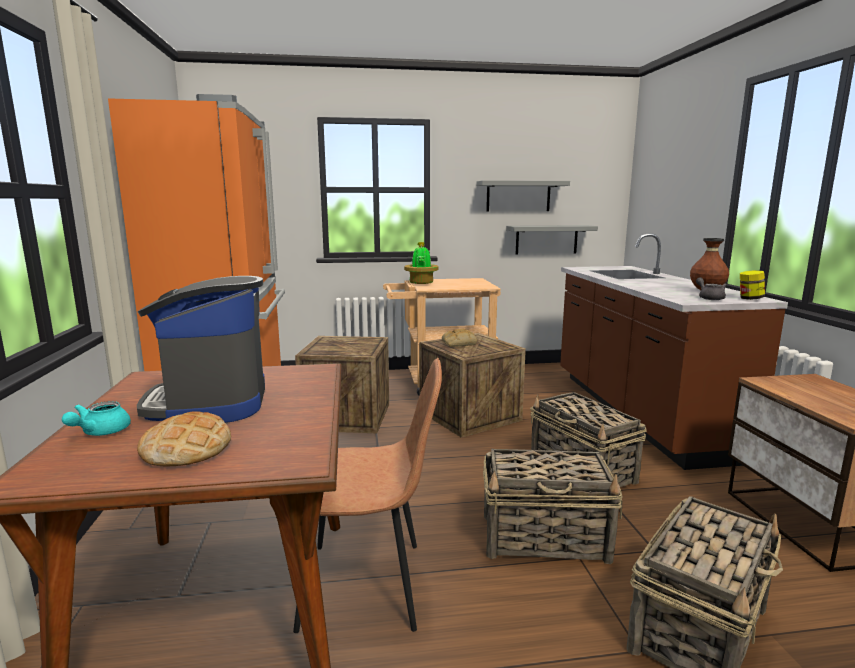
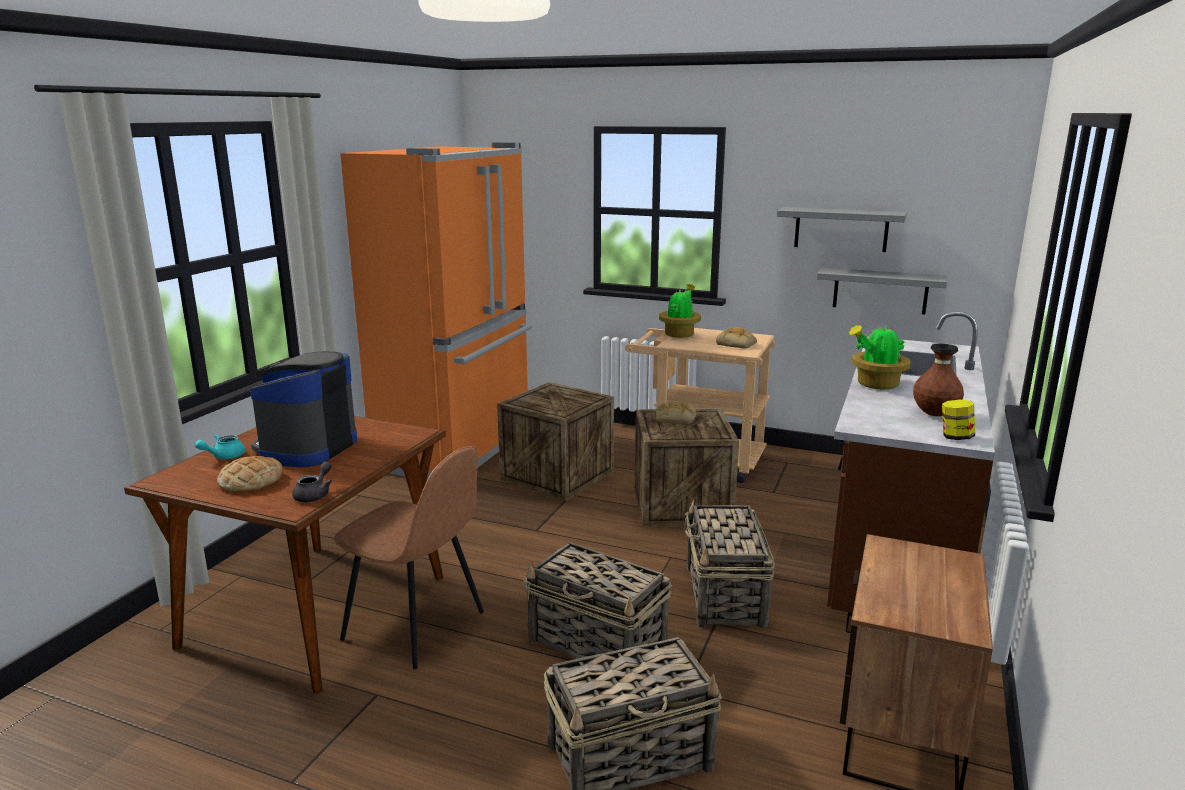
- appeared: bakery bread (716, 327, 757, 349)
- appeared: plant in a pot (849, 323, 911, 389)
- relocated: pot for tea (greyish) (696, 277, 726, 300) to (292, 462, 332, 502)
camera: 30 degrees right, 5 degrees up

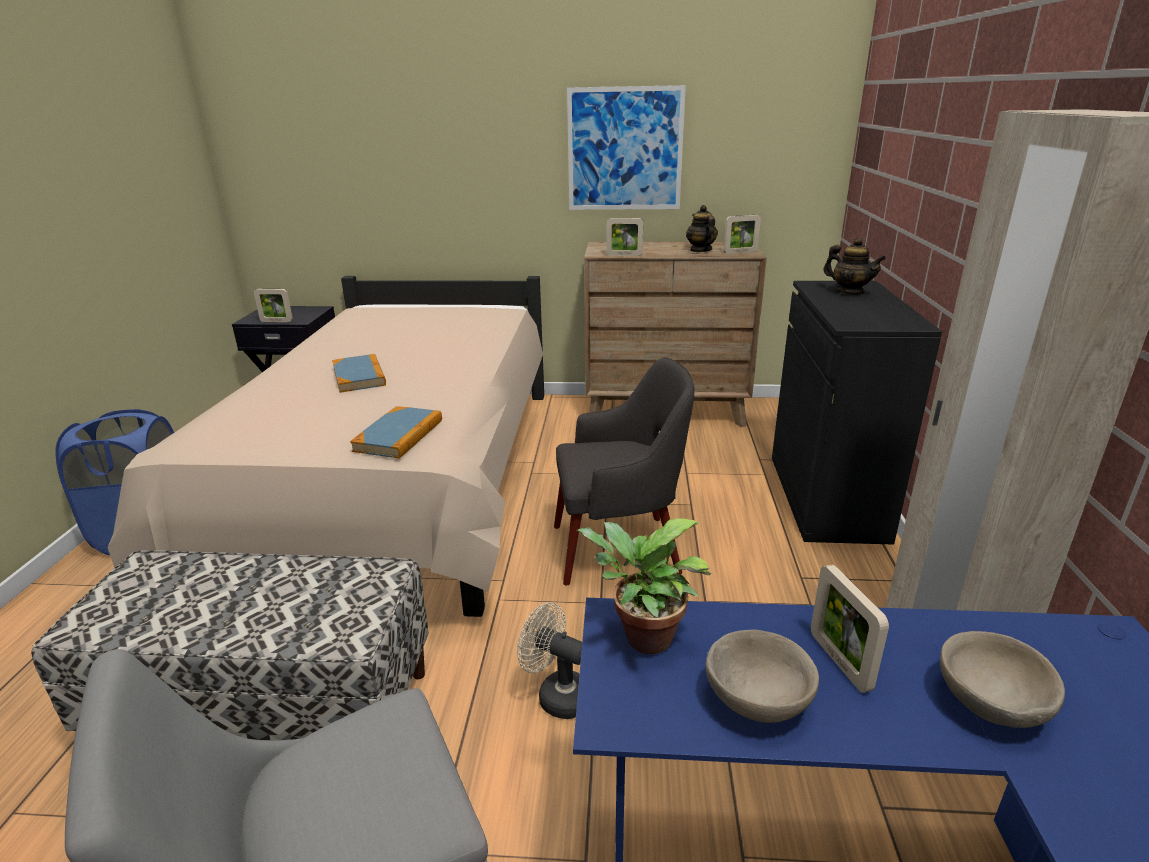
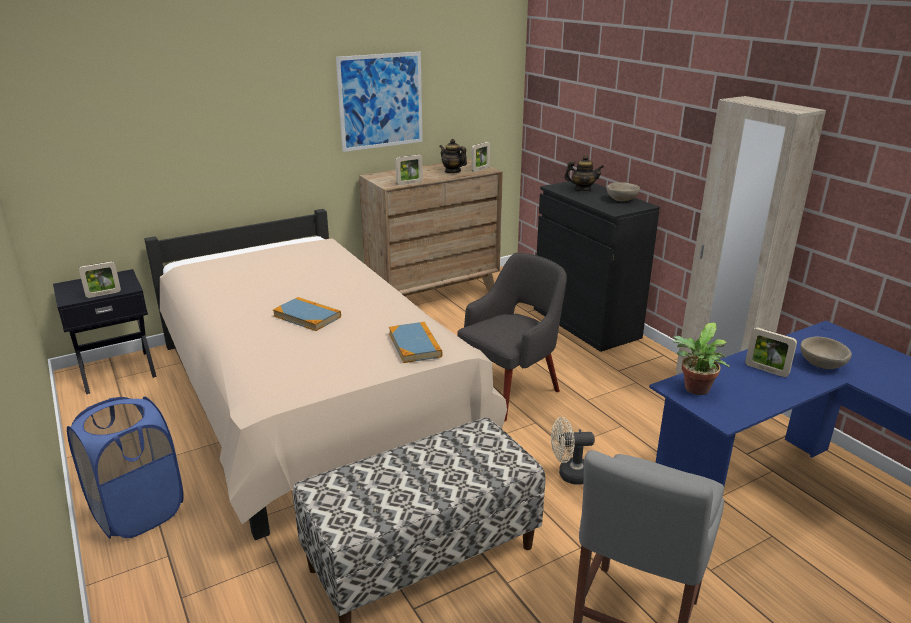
- relocated: bowl (sand-coloured) (705, 630, 819, 723) to (606, 182, 640, 201)
camera: 35 degrees left, 0 degrees up

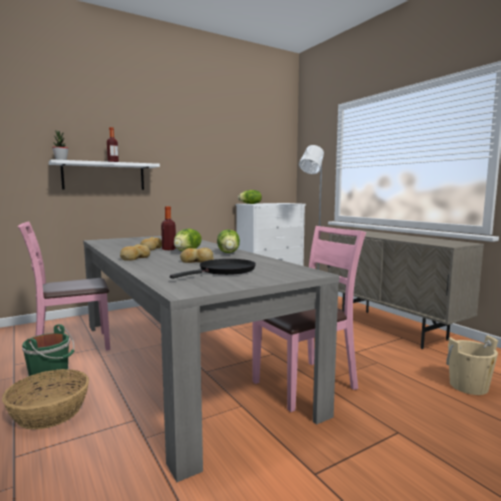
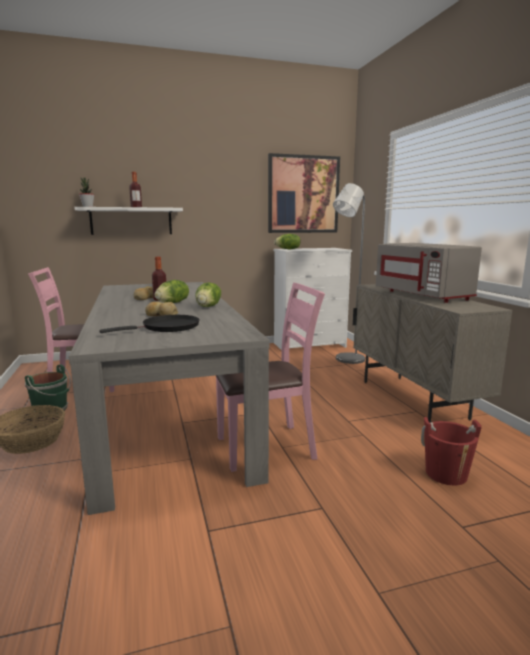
- missing: bakery bread (120, 244, 150, 261)
- appeared: wall picture (268, 153, 340, 233)
- appeared: microwave (greyish) (376, 243, 482, 303)
- colour: bucket (sand-coloured) (446, 335, 498, 395) to bucket (reddish) (421, 417, 482, 486)
camera: 15 degrees right, 5 degrees up

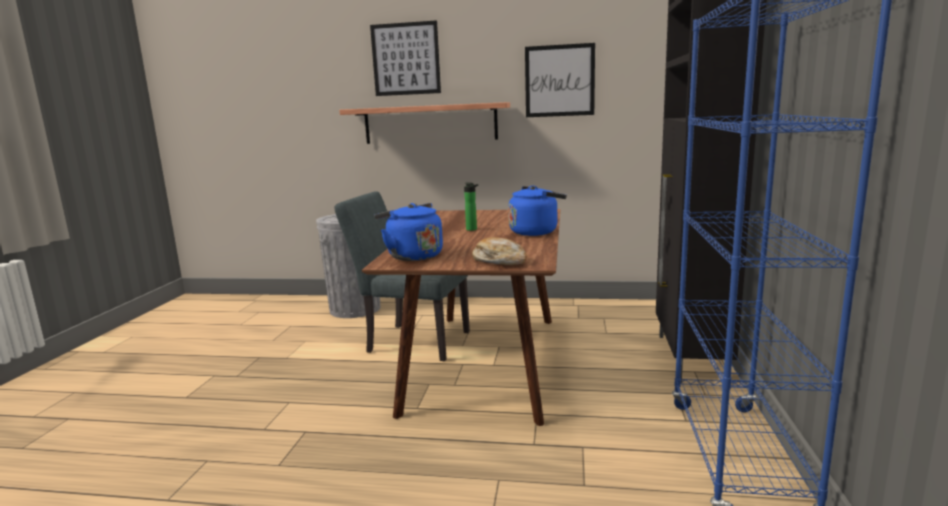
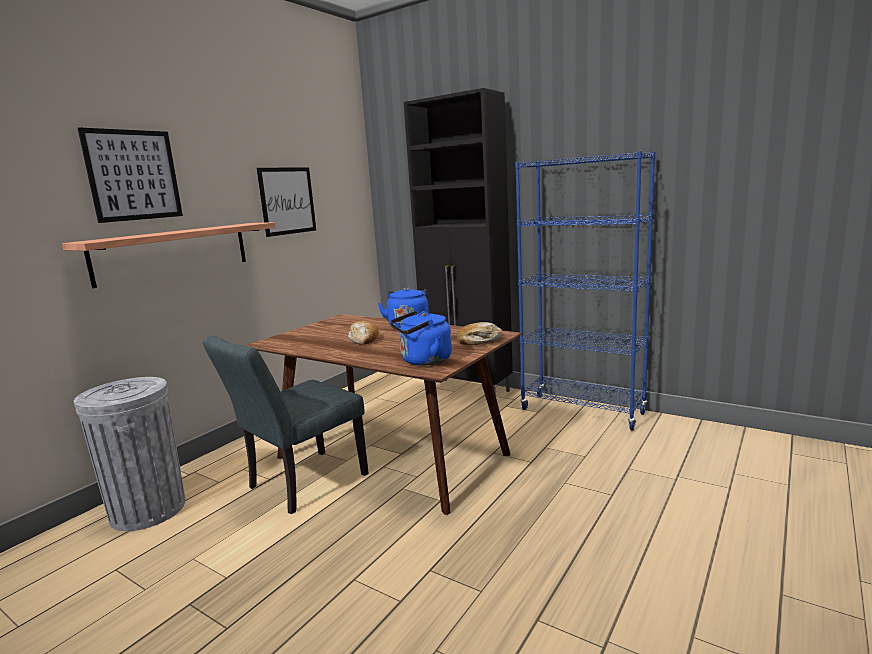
- exchanged: beverage bottle (464, 182, 478, 231) to bakery bread (348, 321, 378, 345)
camera: 65 degrees left, 0 degrees up

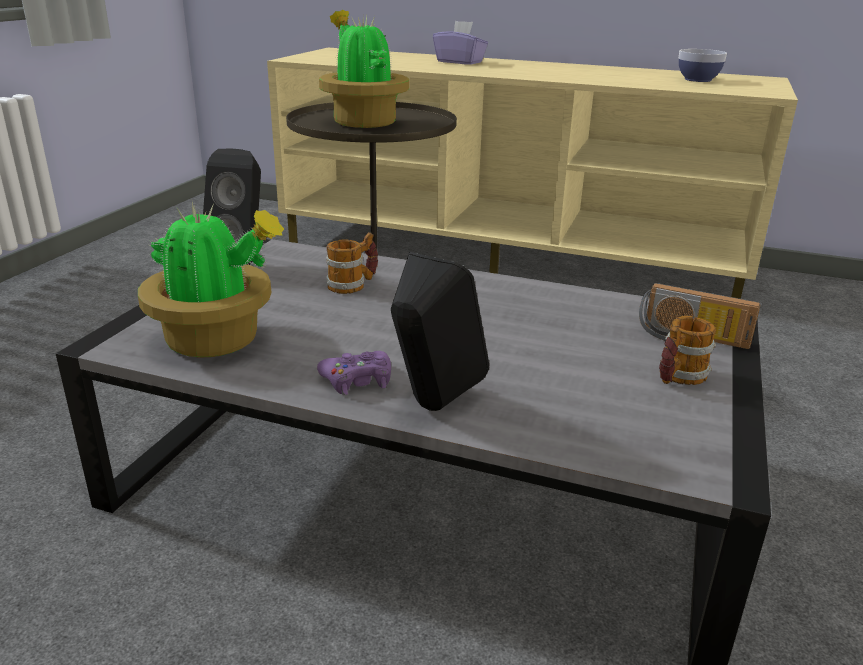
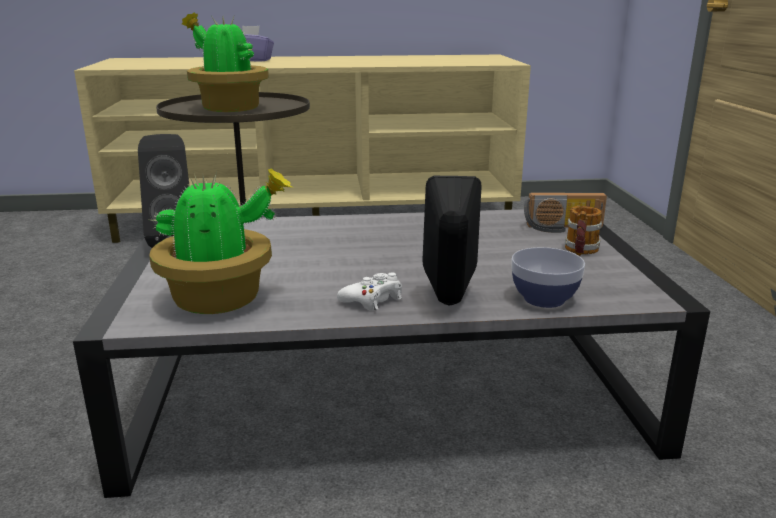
- missing: tea mug (326, 232, 378, 294)
- relocated: bowl (679, 49, 727, 82) to (511, 247, 585, 308)
- colour: joypad (purple-coloured) (317, 351, 391, 395) to joypad (white-coloured) (337, 272, 402, 311)
camera: 25 degrees left, 5 degrees down

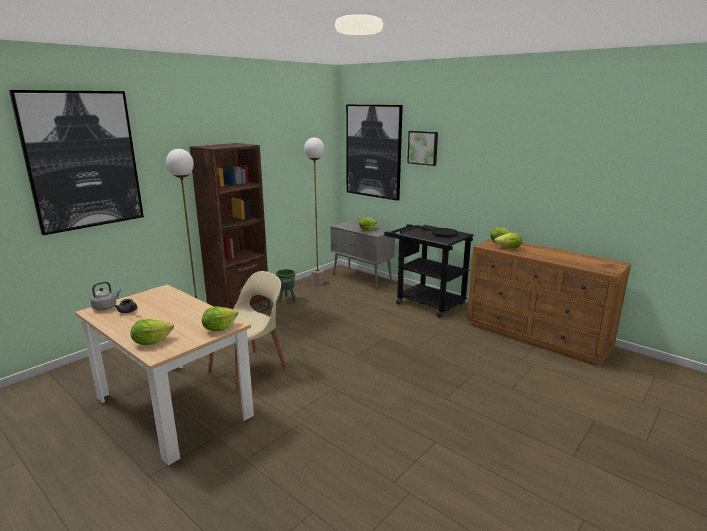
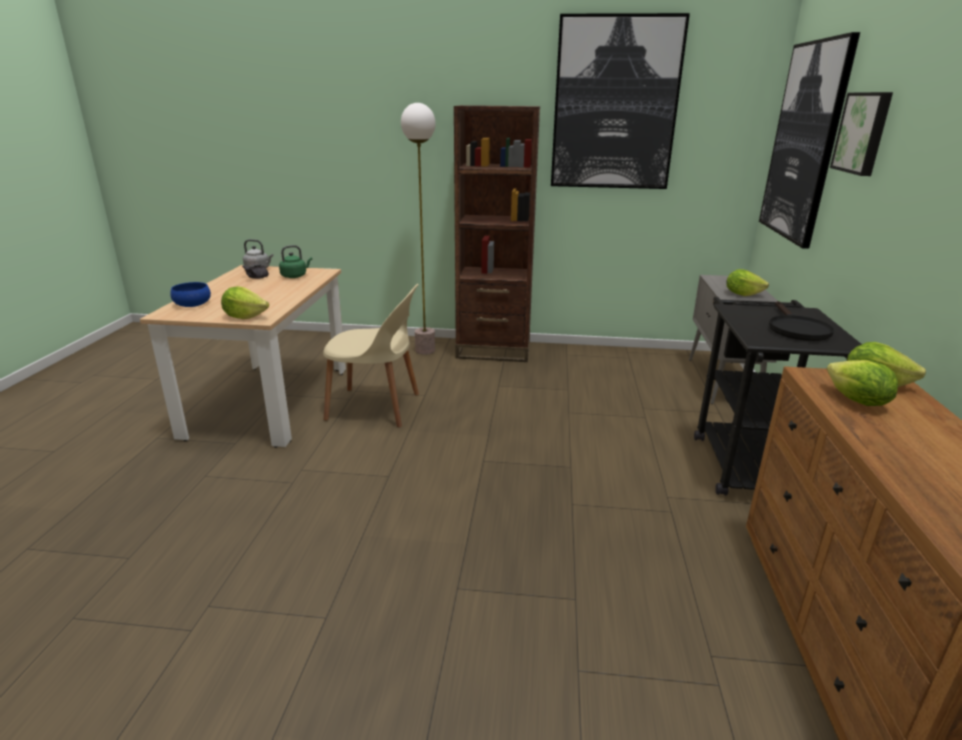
- missing: plant pot (greenish) (276, 269, 296, 302)
- missing: standing lamp (304, 137, 324, 285)
- appeared: tea kettle (greenish) (279, 245, 312, 278)
- relocated: wall picture (9, 90, 144, 235) to (551, 13, 690, 189)
- exchanged: lettuce head (131, 318, 174, 345) to bowl (blue) (170, 282, 211, 307)
camera: 55 degrees right, 5 degrees up

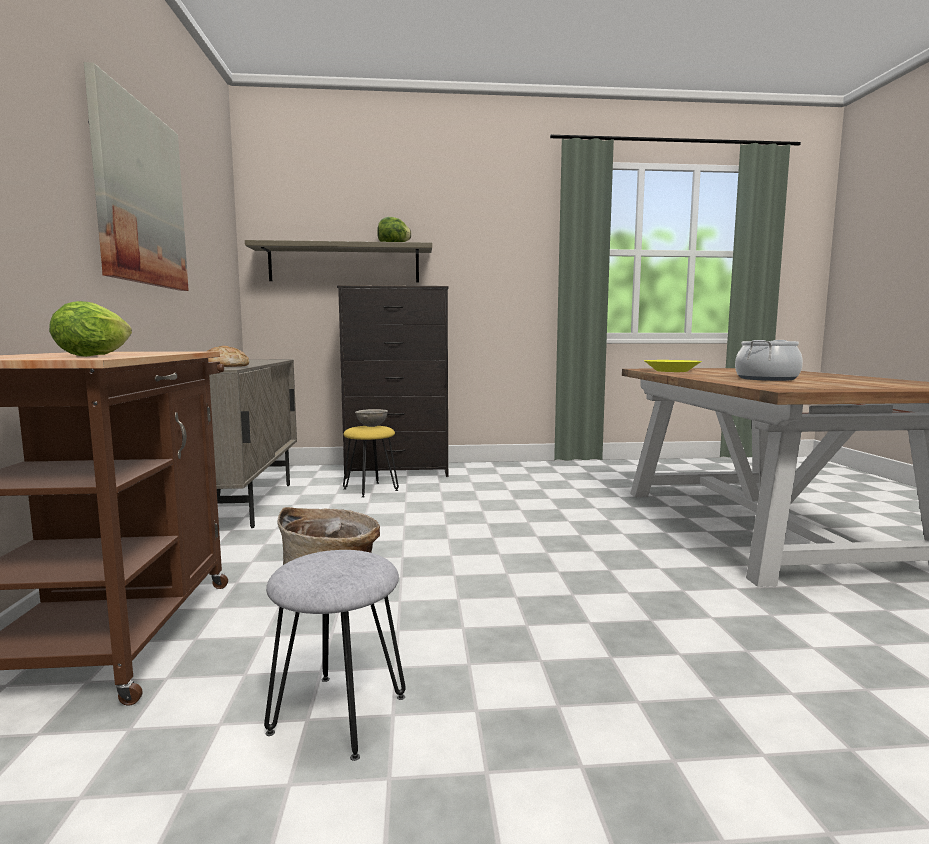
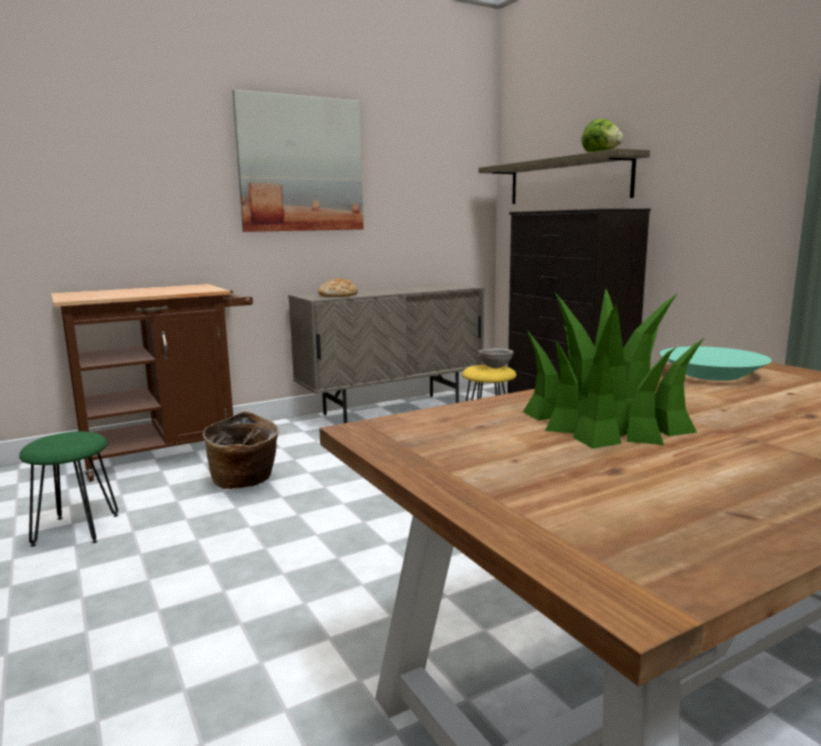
- missing: lettuce head (49, 301, 132, 357)
- exchanged: saucepot (735, 340, 803, 381) to plant in a pot (523, 289, 705, 449)
- colour: stool (greyish) (264, 550, 406, 761) to stool (greenish) (19, 432, 119, 547)
- colour: bowl (yellowish) (644, 360, 702, 372) to bowl (blue-green) (660, 346, 772, 381)
camera: 65 degrees right, 5 degrees up

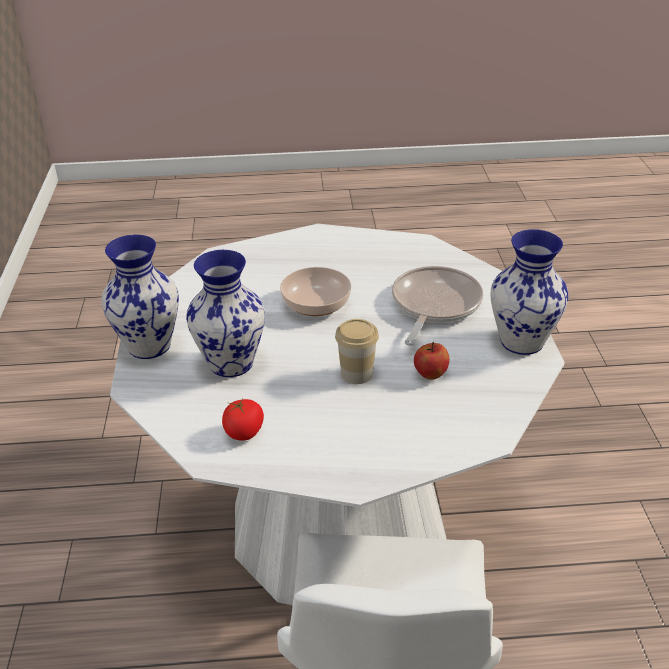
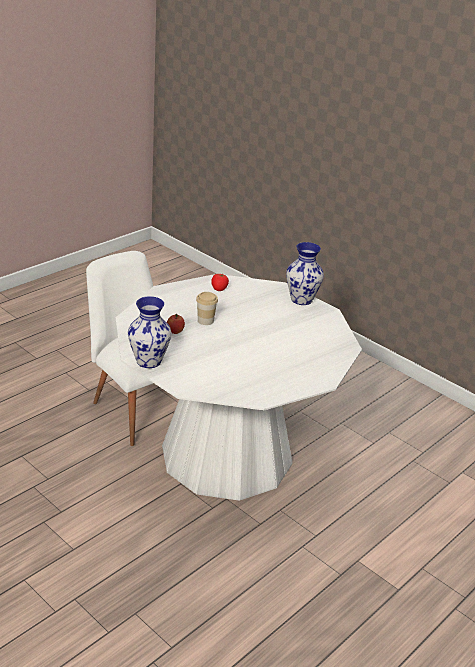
- missing: flower vase (186, 250, 265, 377)
- missing: bowl (280, 267, 351, 316)
- missing: frying pan (392, 266, 483, 346)
camera: 135 degrees right, 5 degrees down

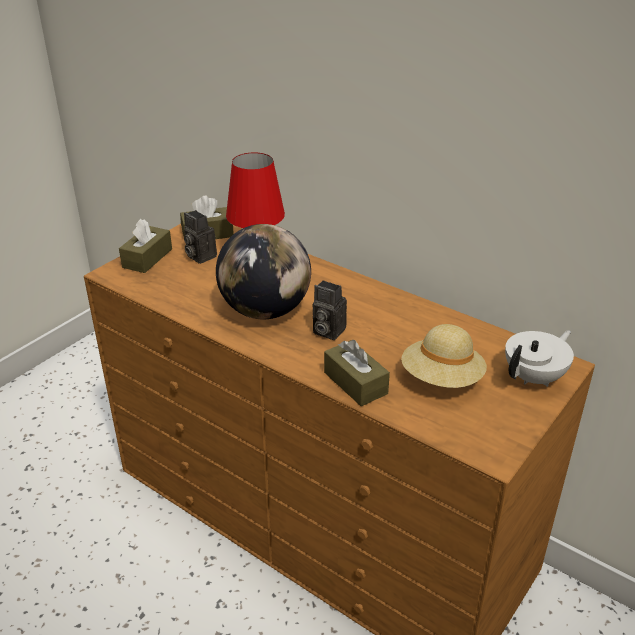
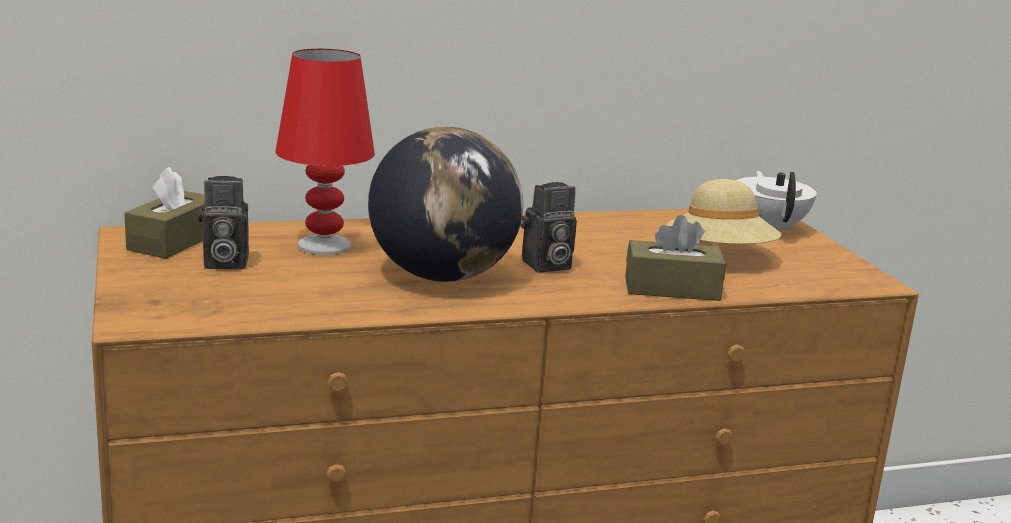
- missing: tissue box (brown) (119, 219, 172, 273)
camera: 55 degrees left, 15 degrees down

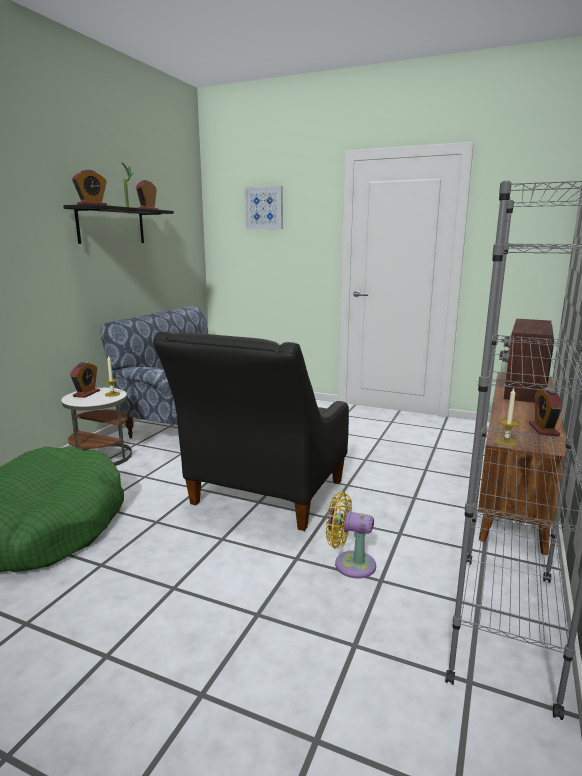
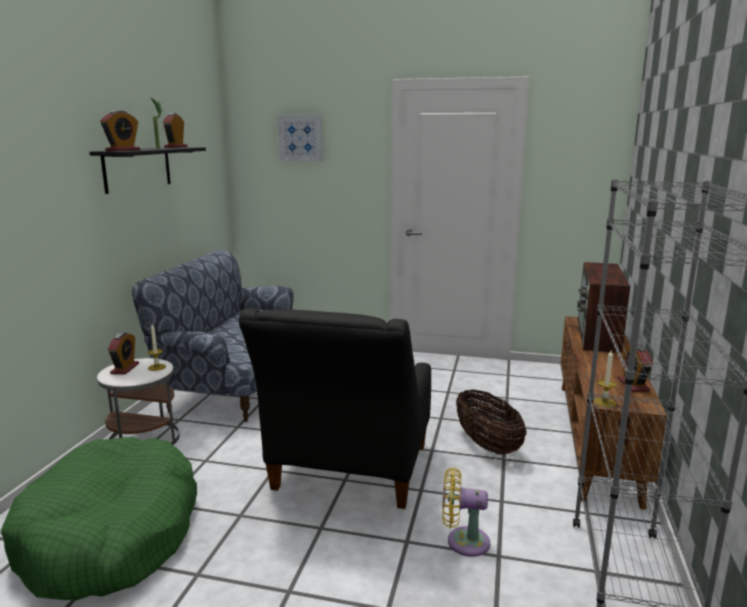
- appeared: basket (456, 389, 527, 455)
camera: 10 degrees left, 0 degrees up

